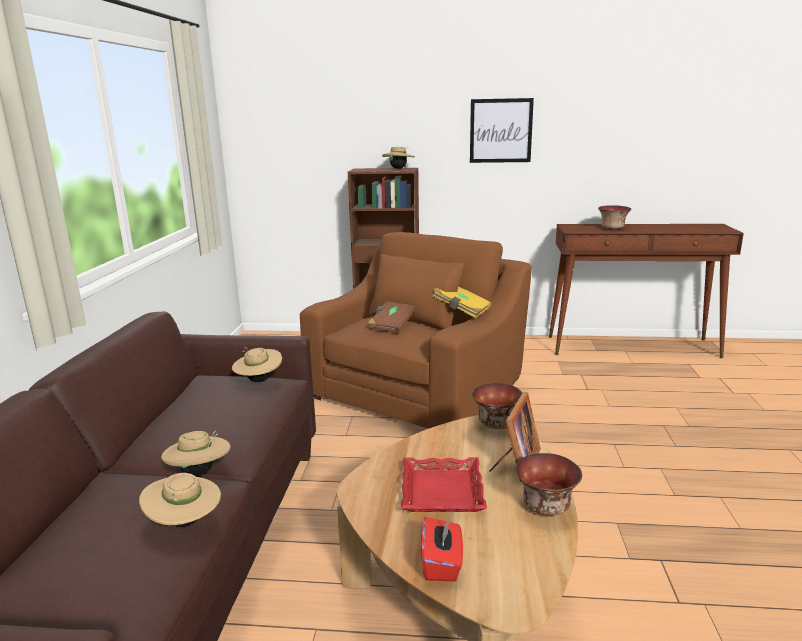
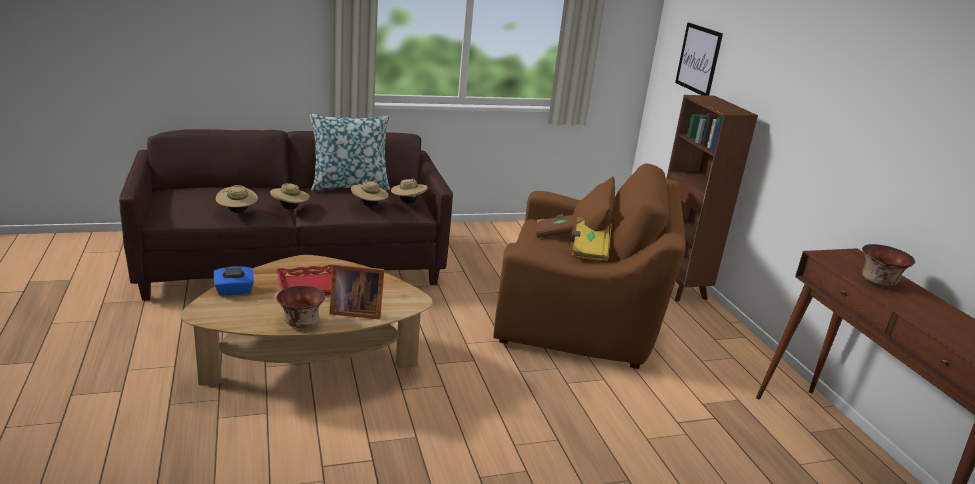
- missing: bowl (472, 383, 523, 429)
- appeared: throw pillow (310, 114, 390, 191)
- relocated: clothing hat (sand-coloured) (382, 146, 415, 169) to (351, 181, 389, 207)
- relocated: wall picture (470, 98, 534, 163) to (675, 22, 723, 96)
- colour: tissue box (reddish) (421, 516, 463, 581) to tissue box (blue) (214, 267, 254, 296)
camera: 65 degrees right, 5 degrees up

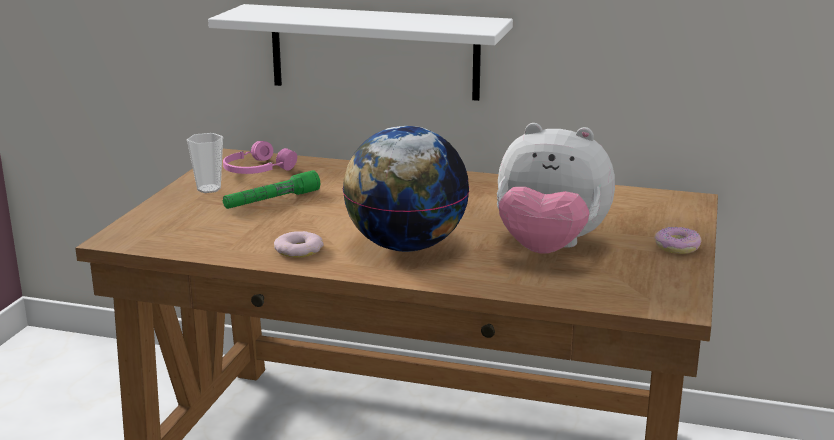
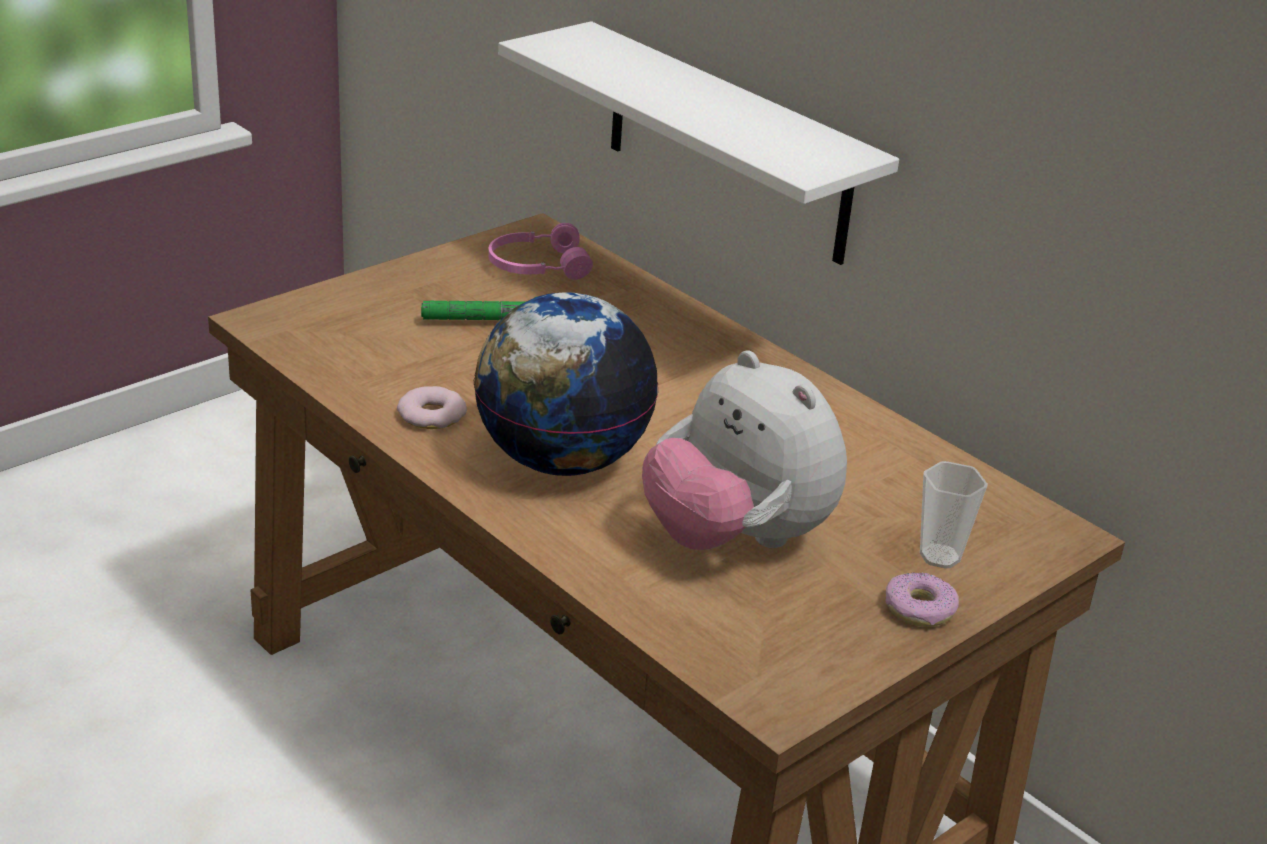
- relocated: cup (187, 133, 223, 193) to (920, 461, 988, 569)
camera: 30 degrees right, 10 degrees up

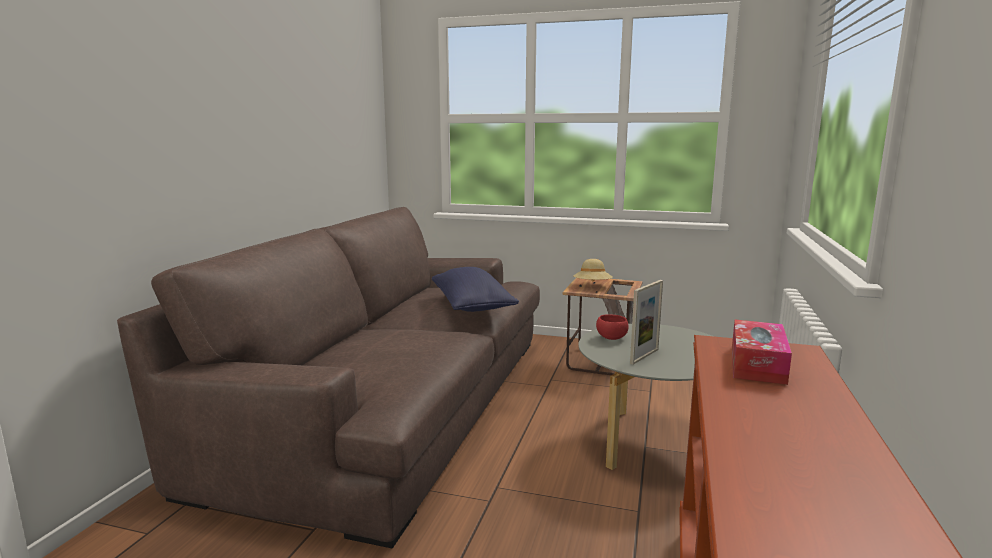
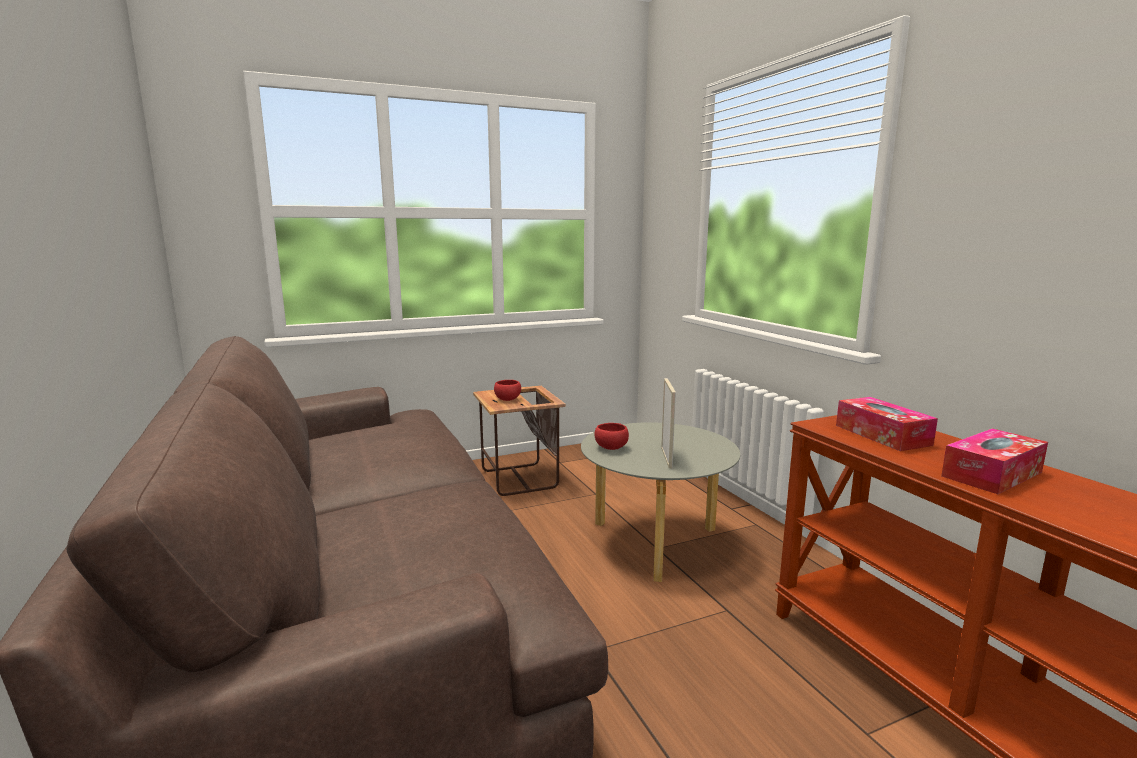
- missing: throw pillow (blue) (432, 267, 519, 312)
- appeared: tissue box (941, 428, 1048, 494)
- exchanged: clothing hat (sand-coloured) (573, 259, 613, 281) to bowl (reddish) (494, 380, 521, 401)
camera: 40 degrees left, 0 degrees up

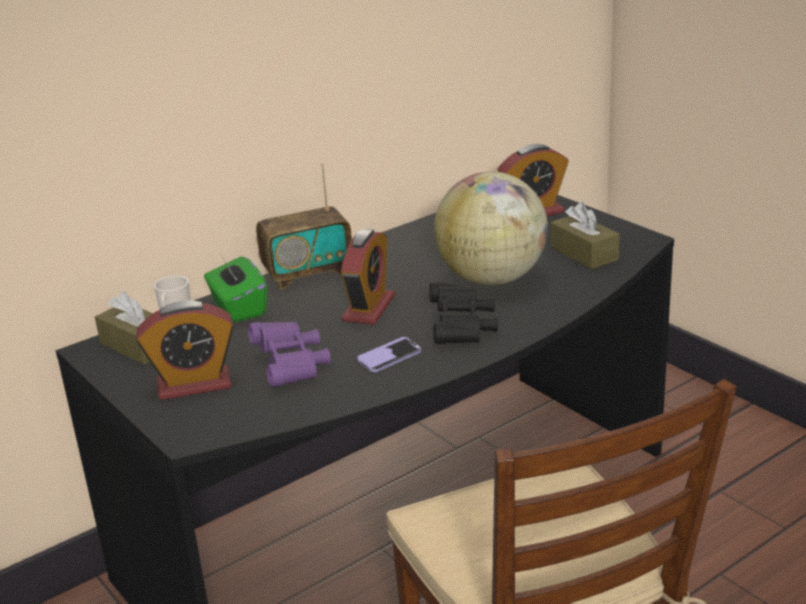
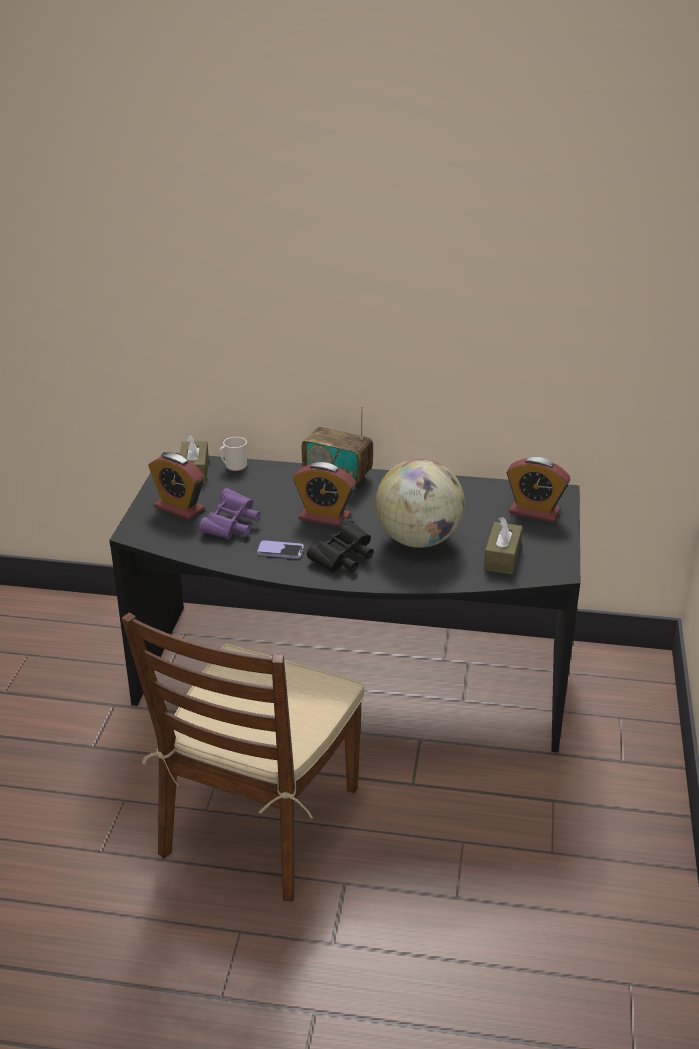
- missing: tissue box (greenish) (204, 255, 267, 323)
- spun: alarm clock (341, 229, 395, 325) = (293, 462, 356, 527) 45 degrees clockwise
camera: 45 degrees right, 5 degrees up

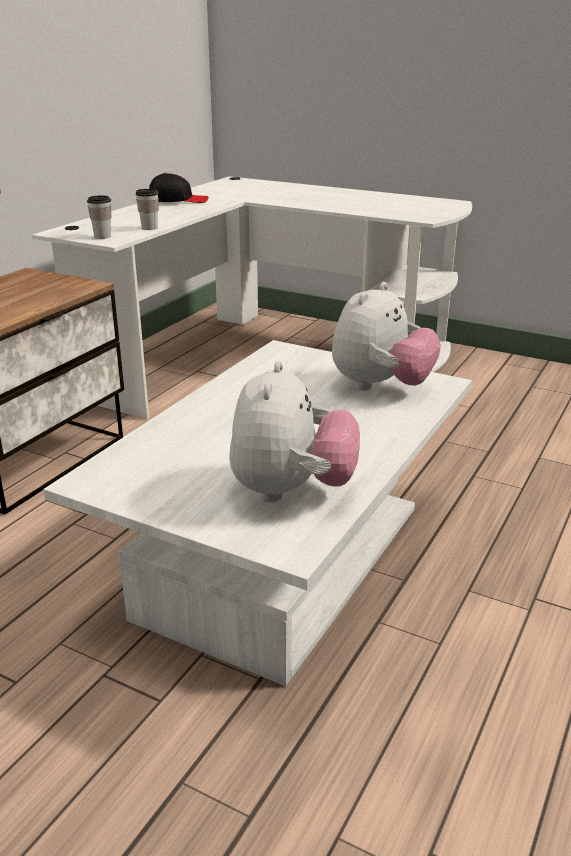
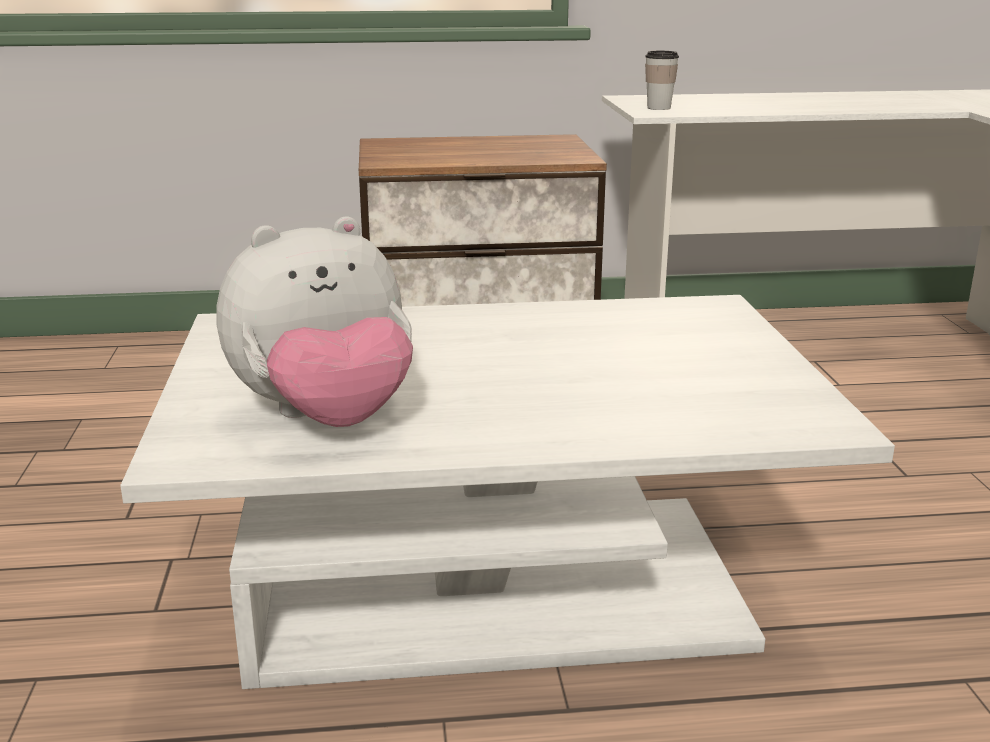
- missing: cup (135, 189, 159, 230)
- missing: cap (black-coloured) (149, 173, 209, 203)
- missing: plush toy (332, 282, 441, 391)
camera: 55 degrees right, 5 degrees down

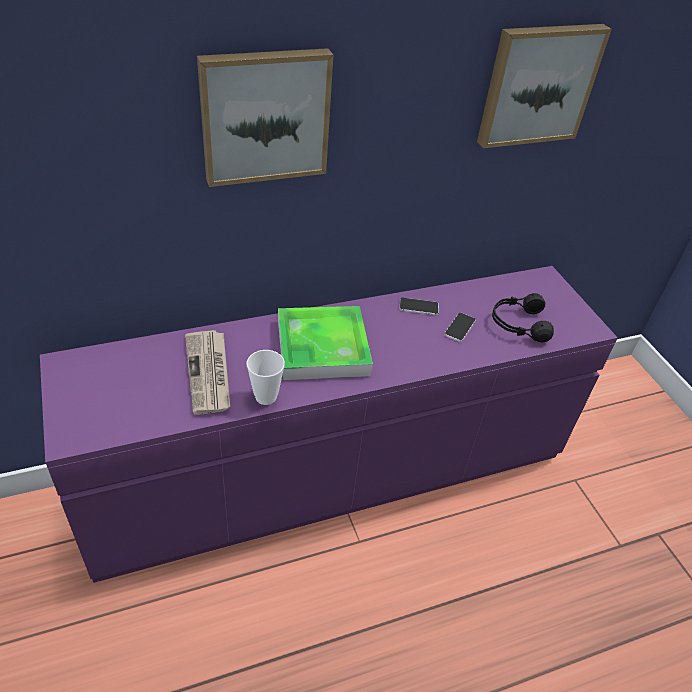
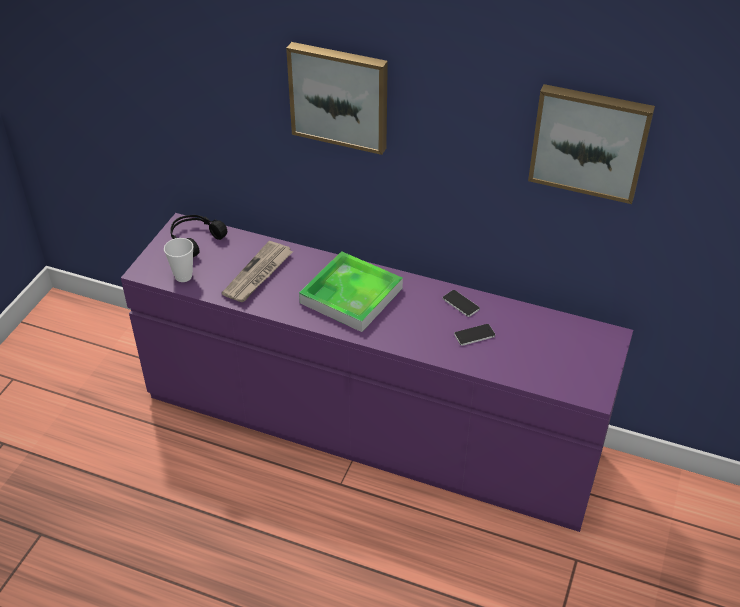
- relocated: cup (247, 350, 285, 405) to (164, 238, 193, 282)
- relocated: headphones (black-coloured) (492, 293, 554, 342) to (170, 215, 227, 257)
camera: 45 degrees right, 0 degrees up

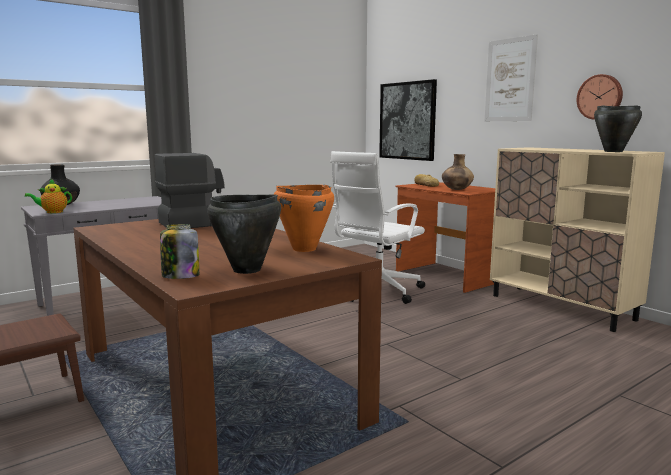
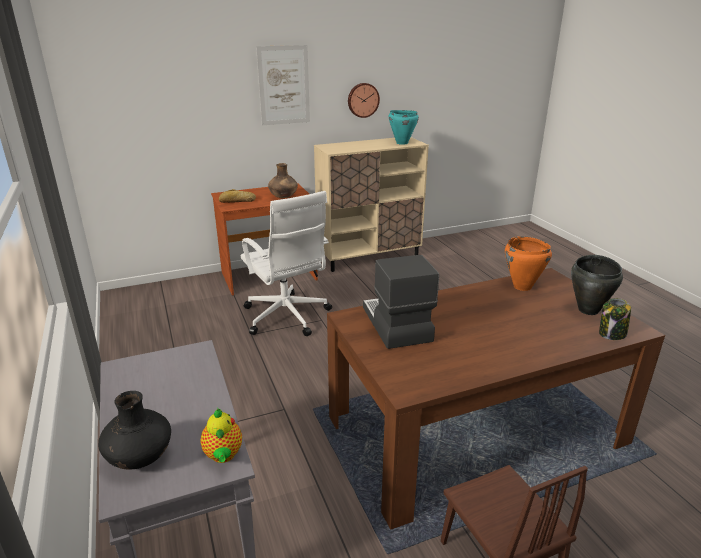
- missing: wall picture (379, 79, 437, 161)
- colour: saucepot (black-coloured) (594, 105, 642, 152) to saucepot (blue-green) (388, 110, 419, 145)
camera: 75 degrees left, 15 degrees up

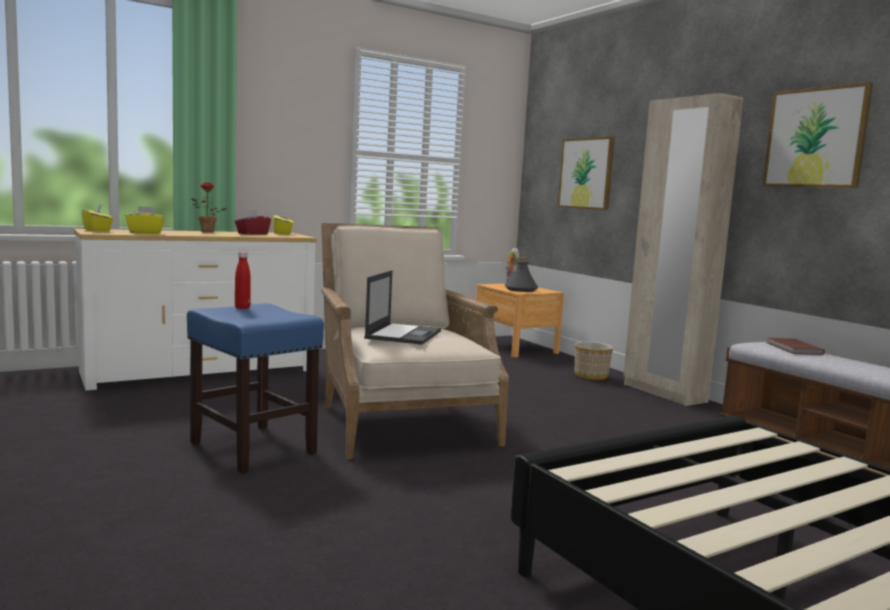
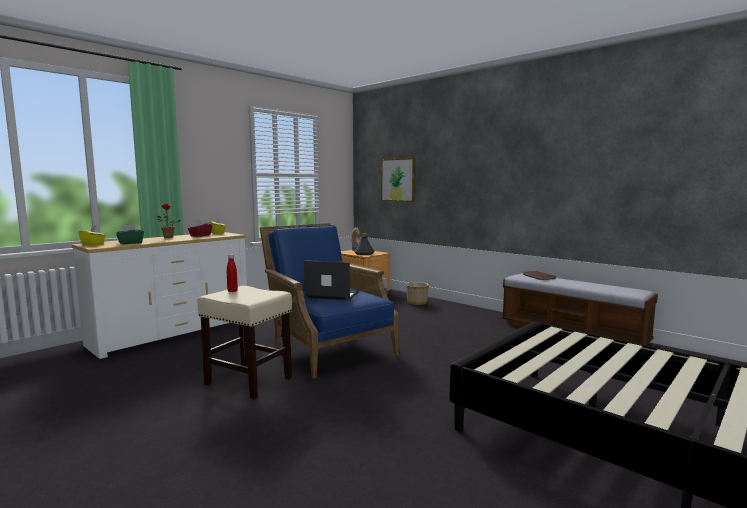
- missing: clothes cupboard (sand-coloured) (624, 93, 744, 406)
- missing: wall picture (762, 82, 873, 188)
- colour: tissue box (yellowish) (126, 206, 164, 234) to tissue box (greenish) (116, 224, 144, 244)
- colour: stool (blue) (187, 304, 324, 473) to stool (sand-coloured) (197, 286, 292, 399)
- colour: armchair (sand-coloured) (321, 223, 509, 459) to armchair (blue) (260, 223, 399, 379)
- spun: laptop (364, 270, 441, 345) = (304, 260, 359, 301) 75 degrees counterclockwise
camera: 15 degrees left, 0 degrees up

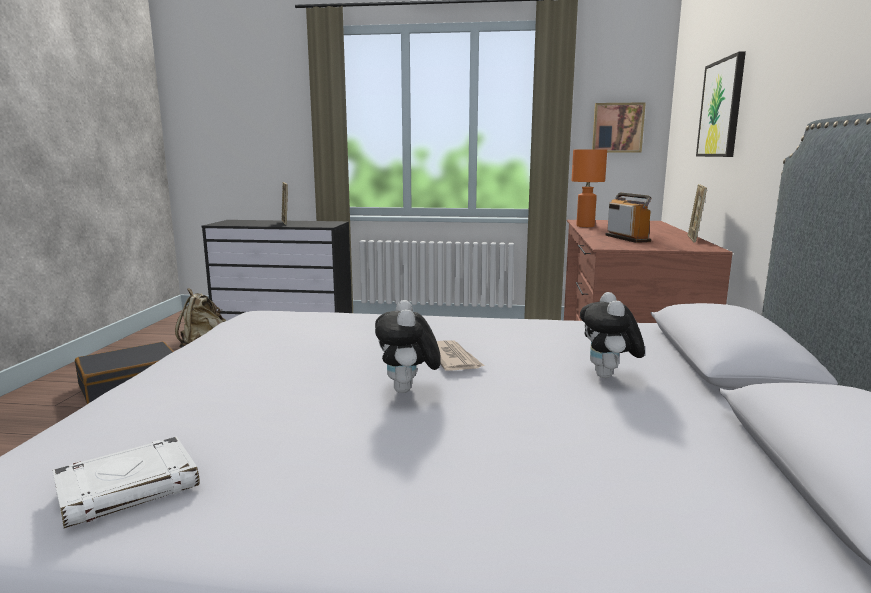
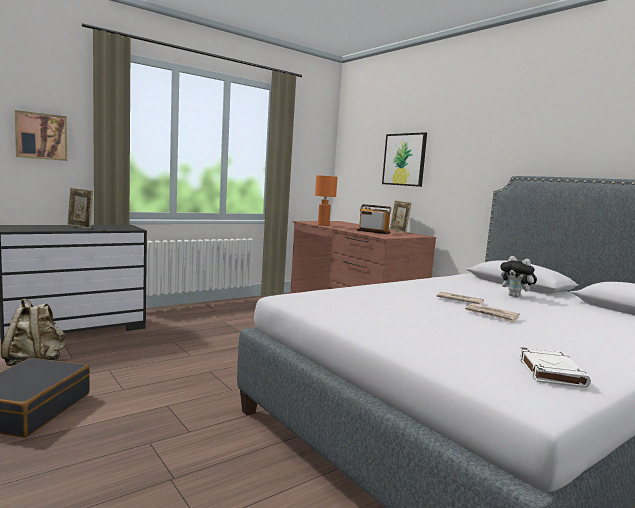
- relocated: wall picture (592, 102, 646, 153) to (14, 110, 67, 161)
- exchanged: plush toy (375, 300, 441, 393) to printed paper (465, 303, 519, 323)
camera: 45 degrees left, 5 degrees down

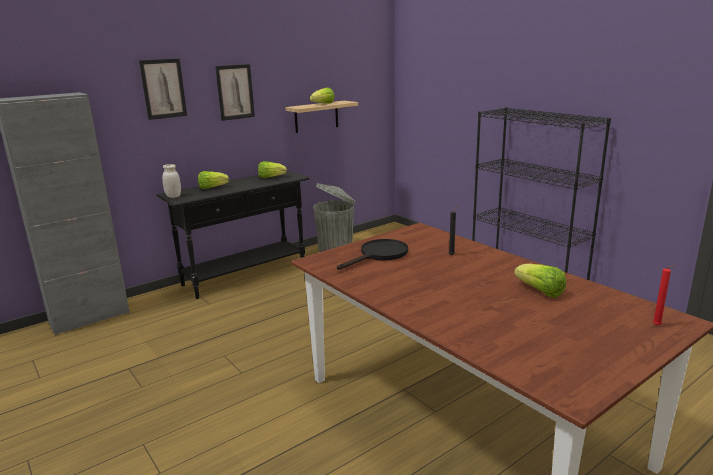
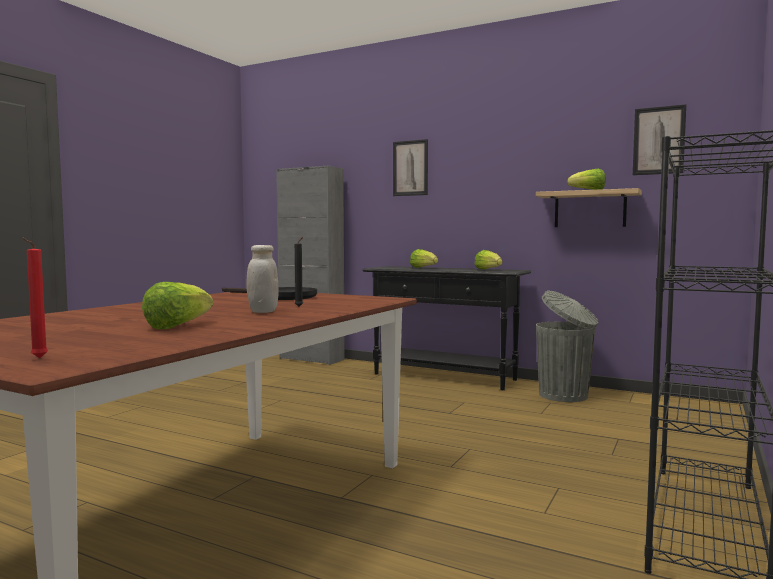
- relocated: storage jar (white-coloured) (162, 164, 181, 198) to (247, 245, 279, 313)
- relocated: wall picture (215, 64, 255, 121) to (633, 104, 686, 175)
camera: 65 degrees right, 15 degrees down

